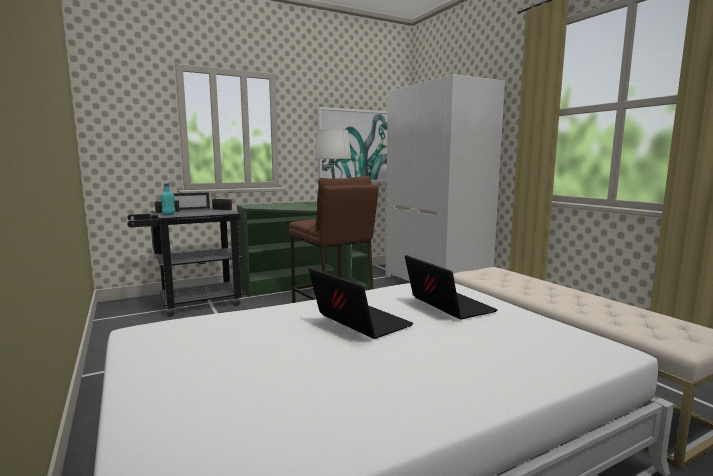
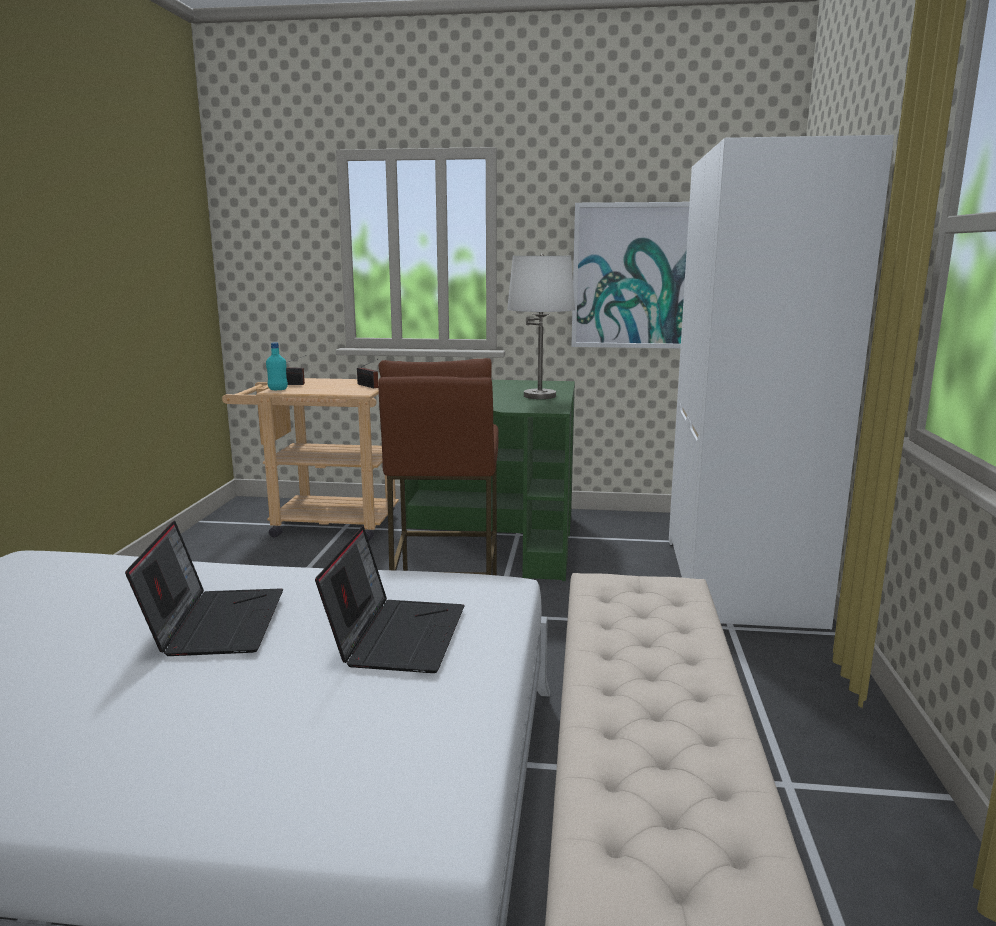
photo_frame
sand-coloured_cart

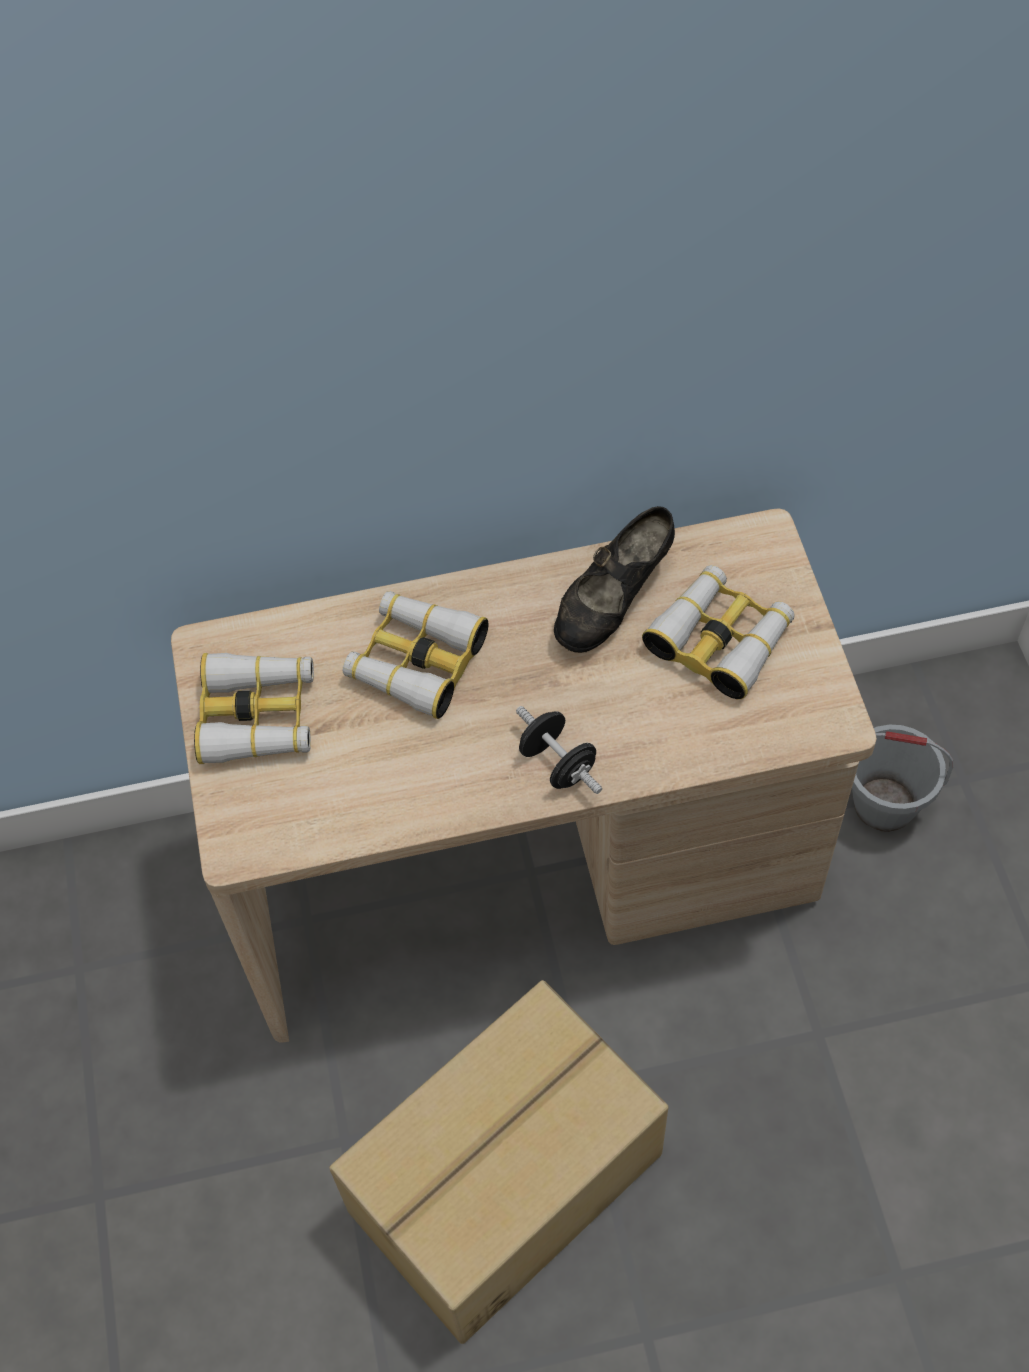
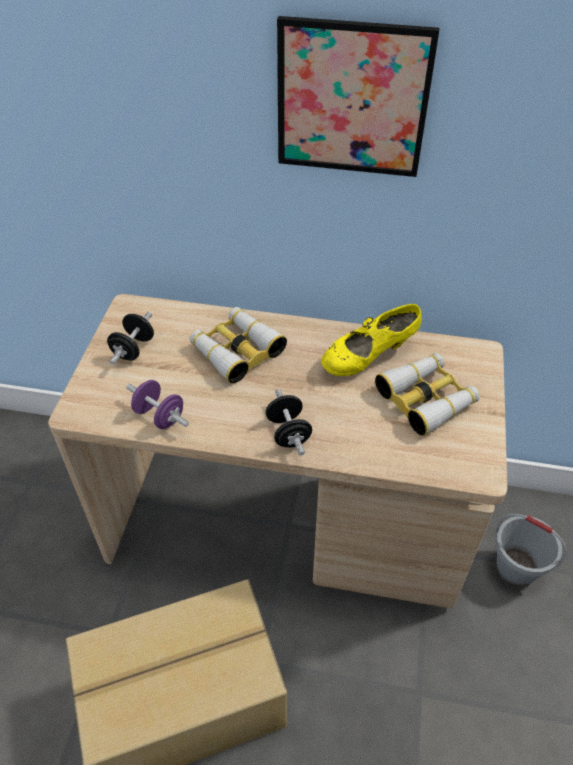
purplish_hand_weight
picture
blackish_hand_weight (1st from left)
yellowish_item_of_footwear

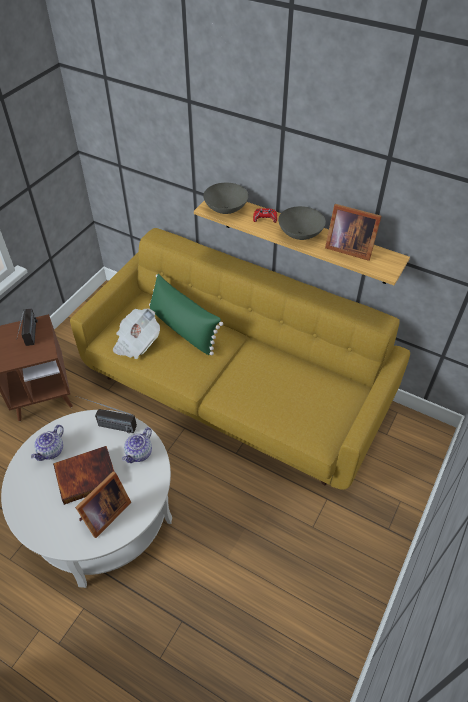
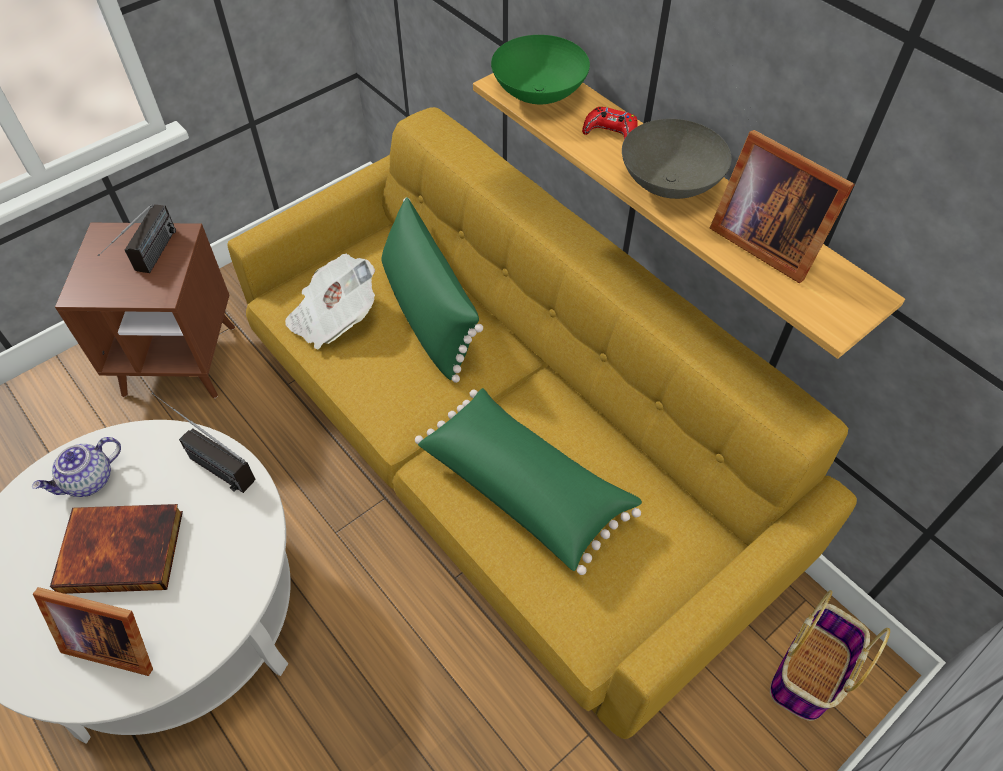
pot_for_tea (2nd from left in the first image)
green-coloured_pillow (2nd from left)
household_basket
green-coloured_bowl
photo_frame (1st from left)

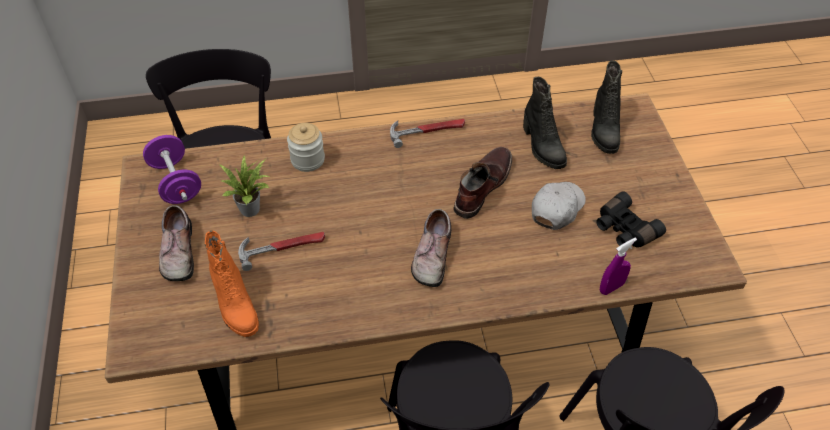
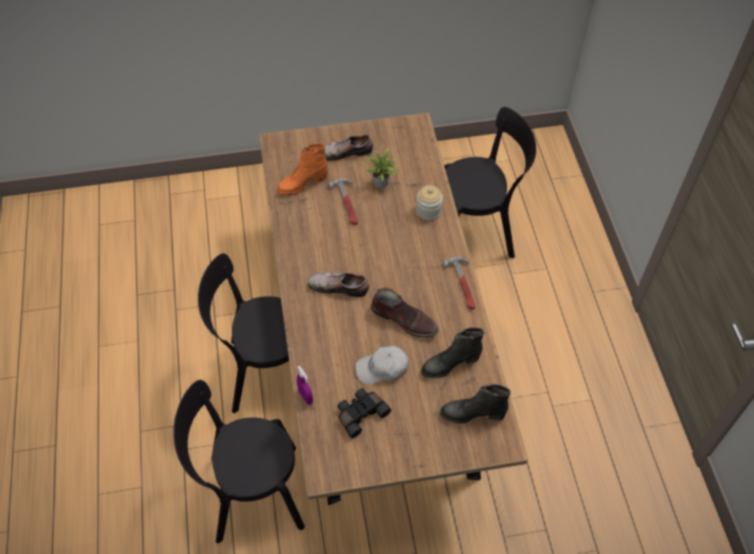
purplish_hand_weight
whitish_cap

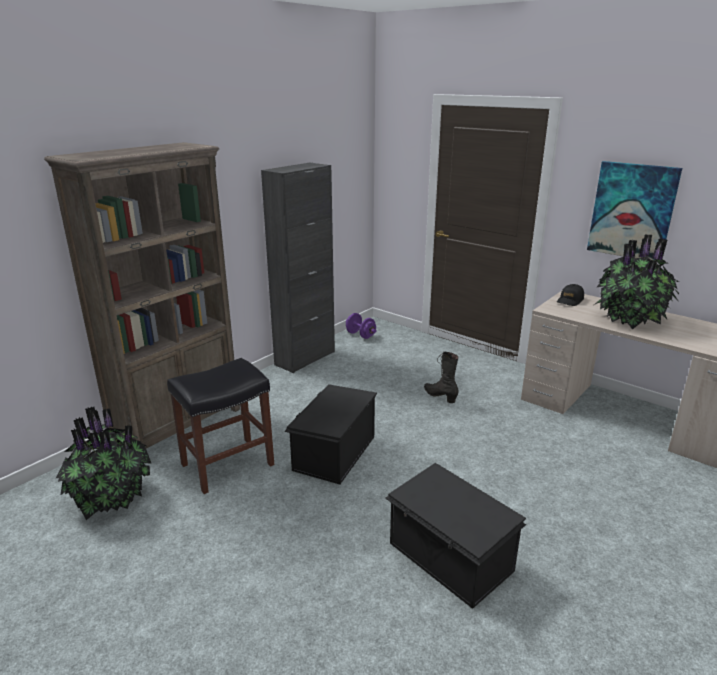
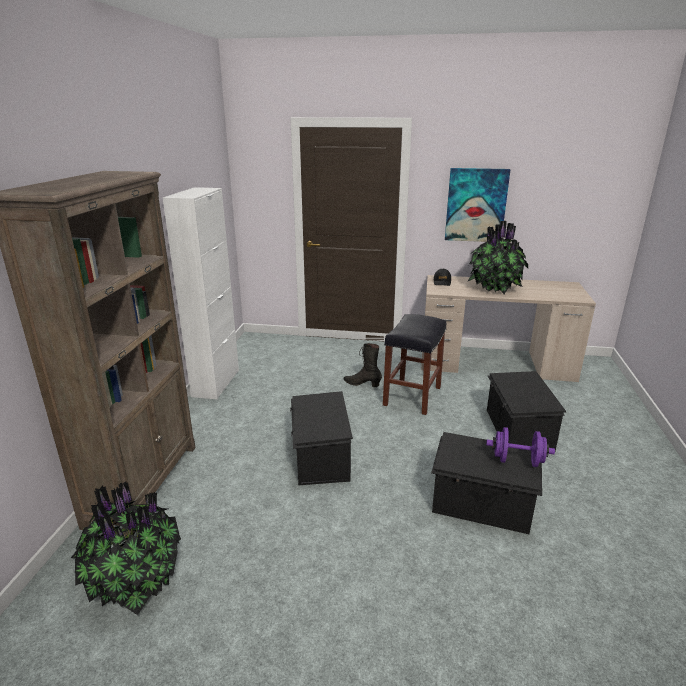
blackish_storage_container (3rd from left)
blackish_sitting_stool
purplish_hand_weight
whitish_cabinet

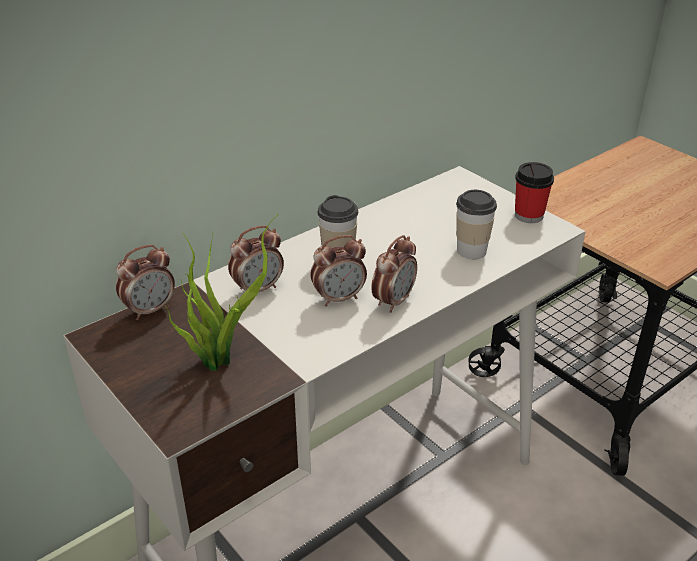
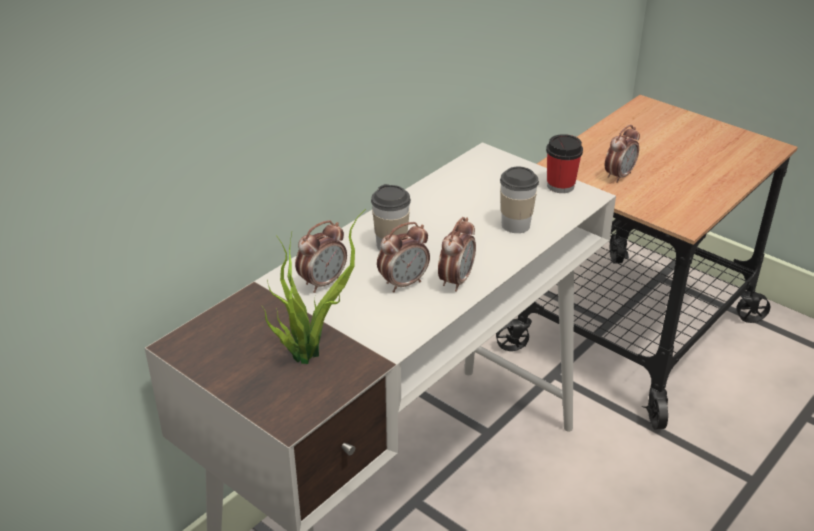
bedside_clock (4th from left)

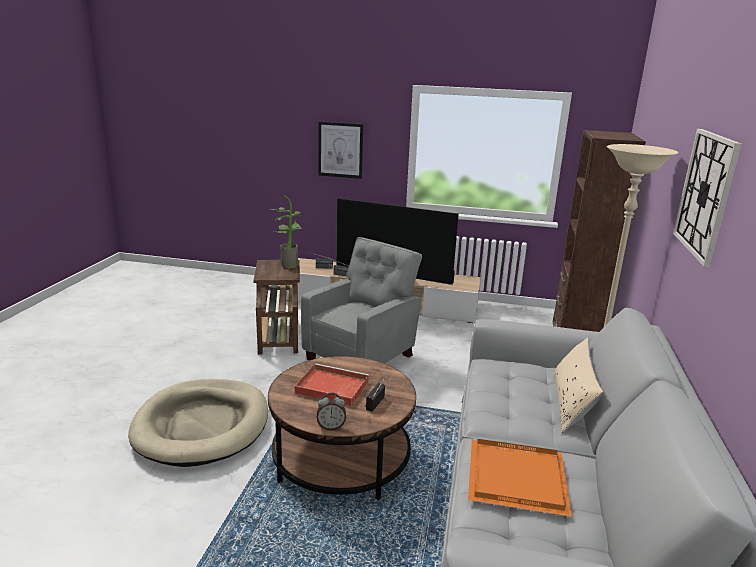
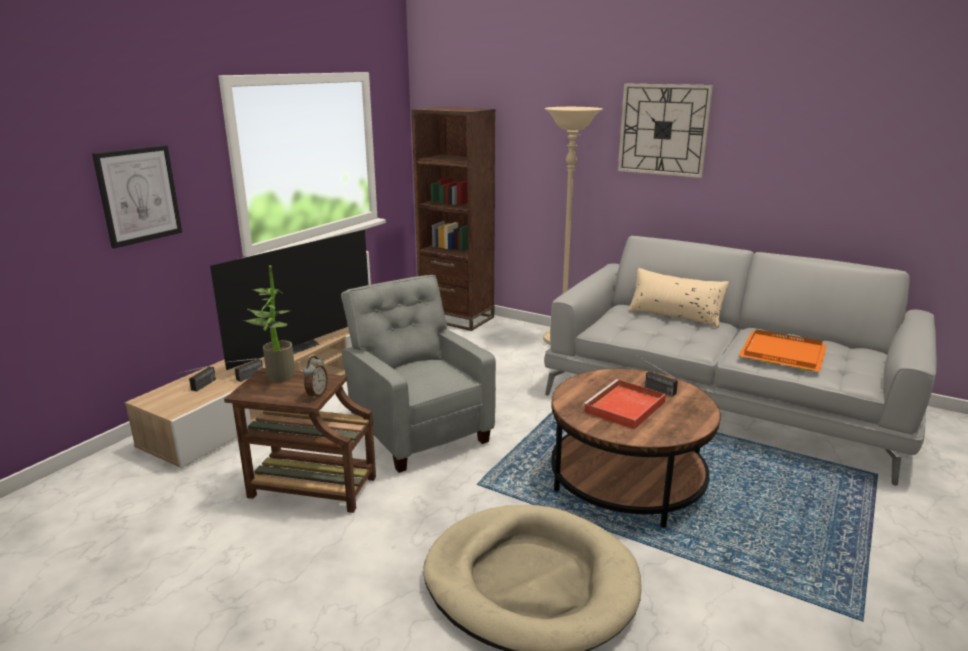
bedside_clock

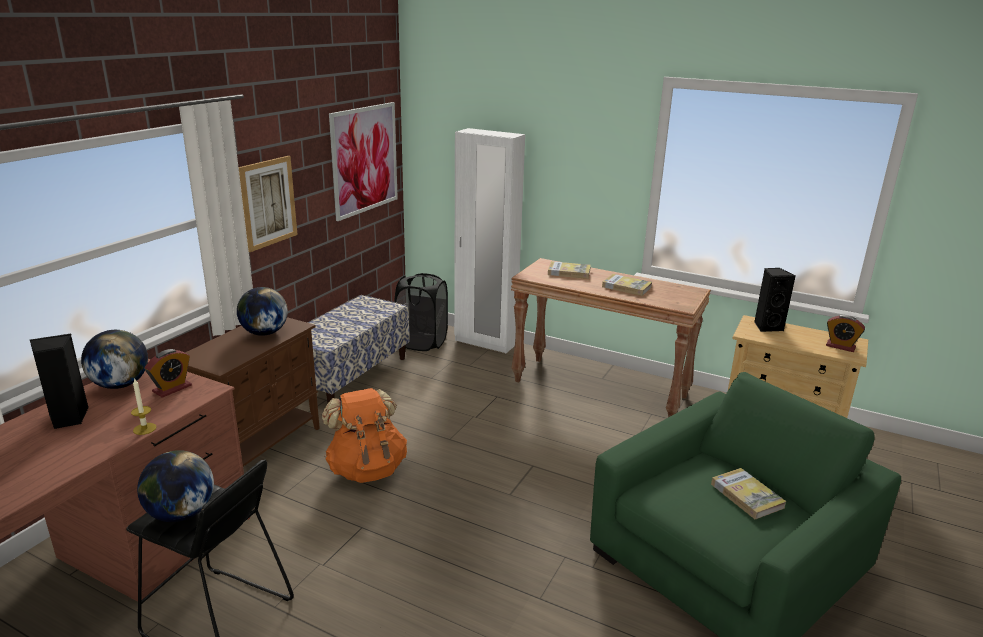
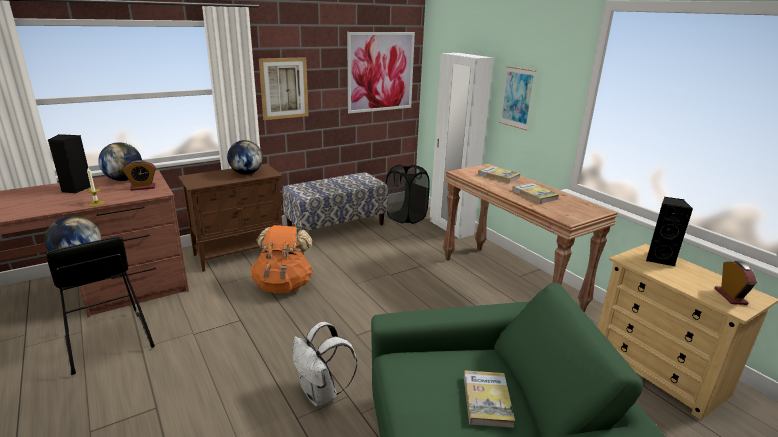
whitish_backpack
picture (3rd from left)
bedside_clock (2nd from left)

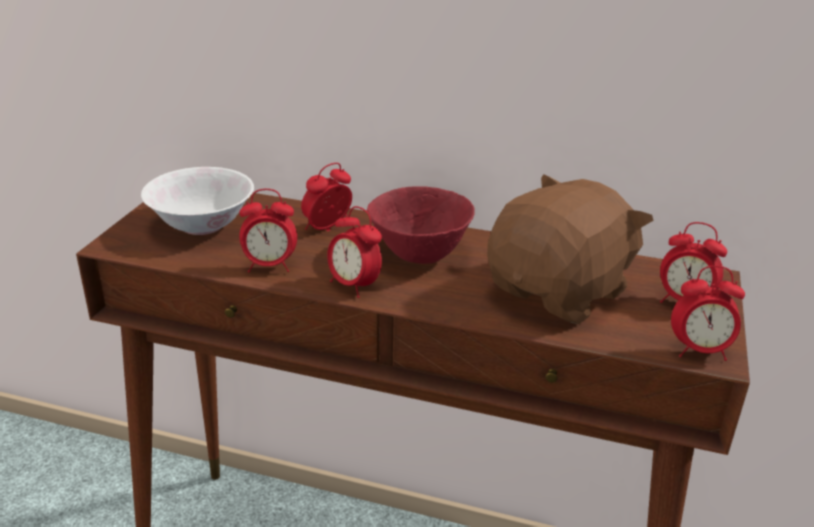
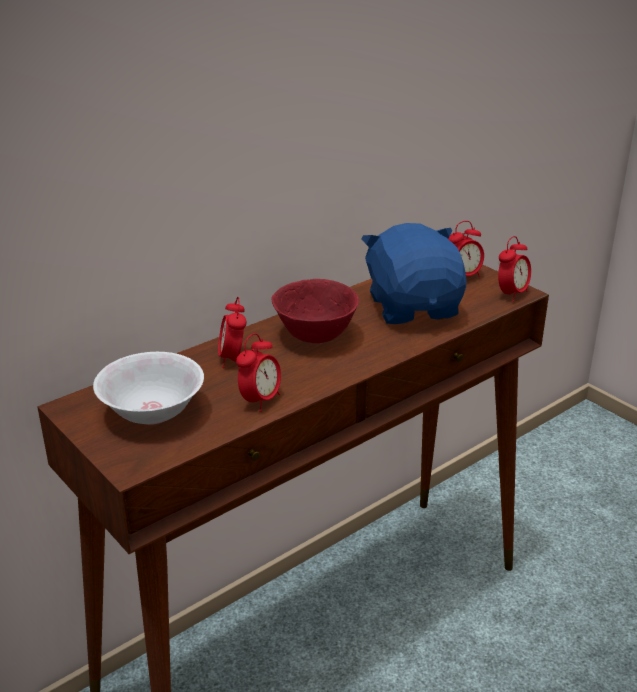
bedside_clock (3rd from left in the first image)
blue-coloured_plush_toy

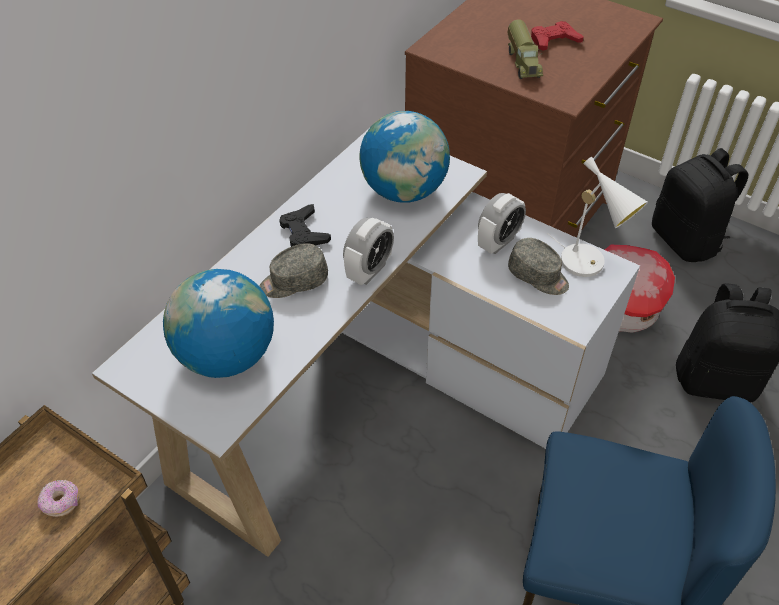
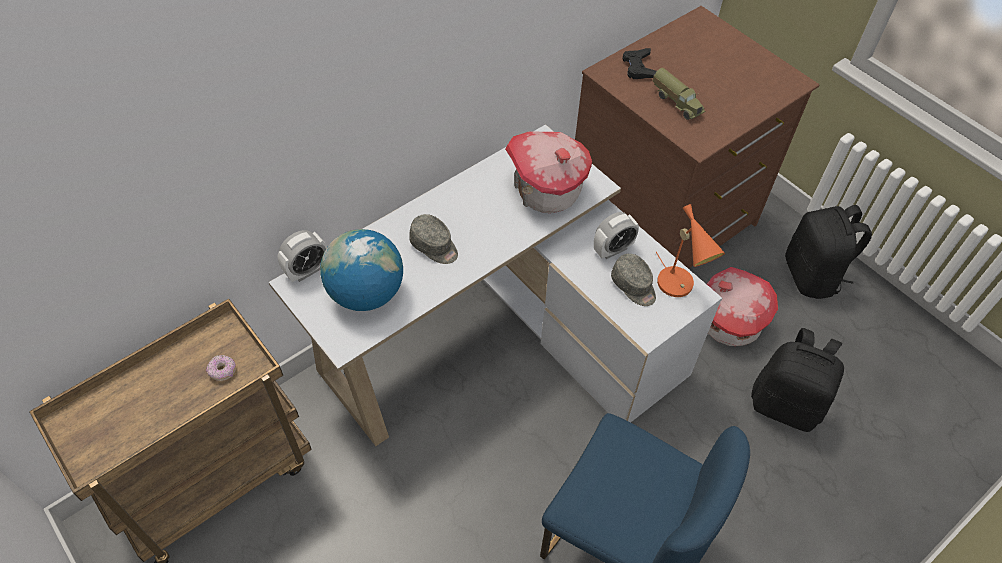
red-coloured_game_controller
blackish_game_controller
bedside_clock (1st from left)
miniature_house (1st from left)
orange-coloured_lamp_for_a_table
grey_cap (1st from left)
toy_truck

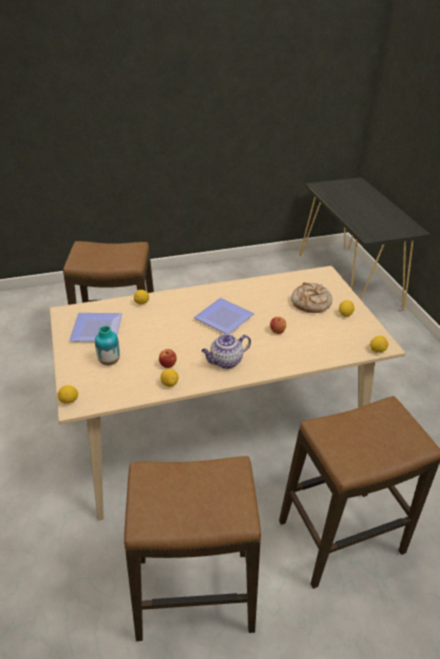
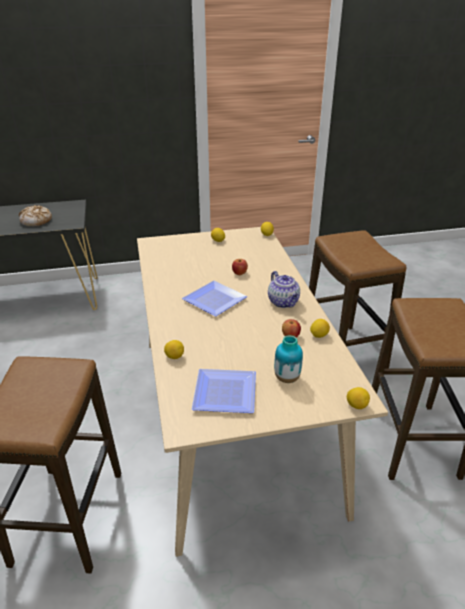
baked_bread

